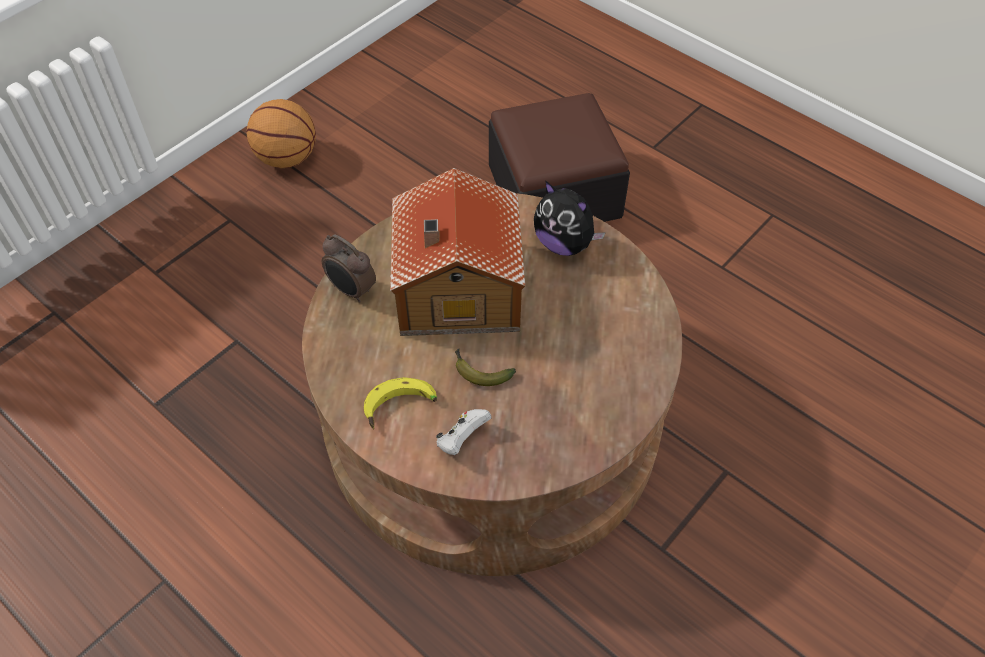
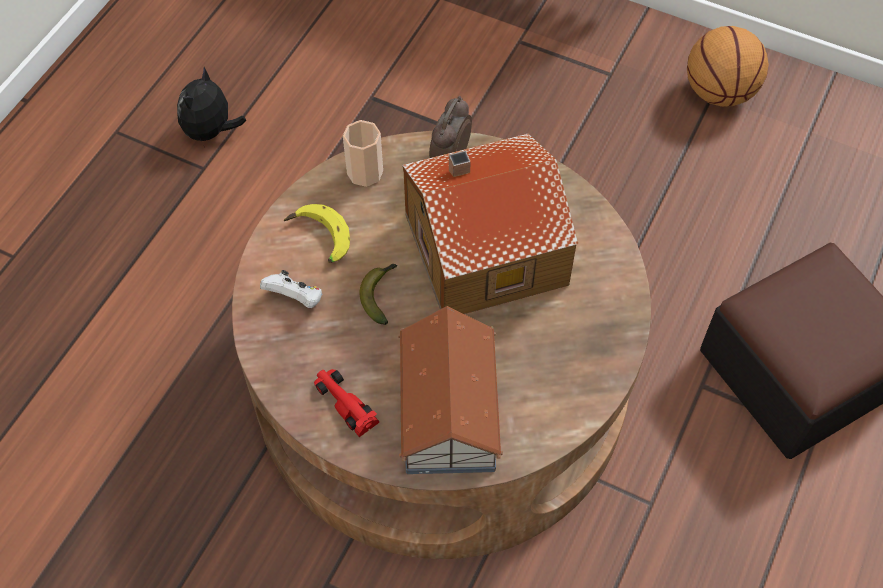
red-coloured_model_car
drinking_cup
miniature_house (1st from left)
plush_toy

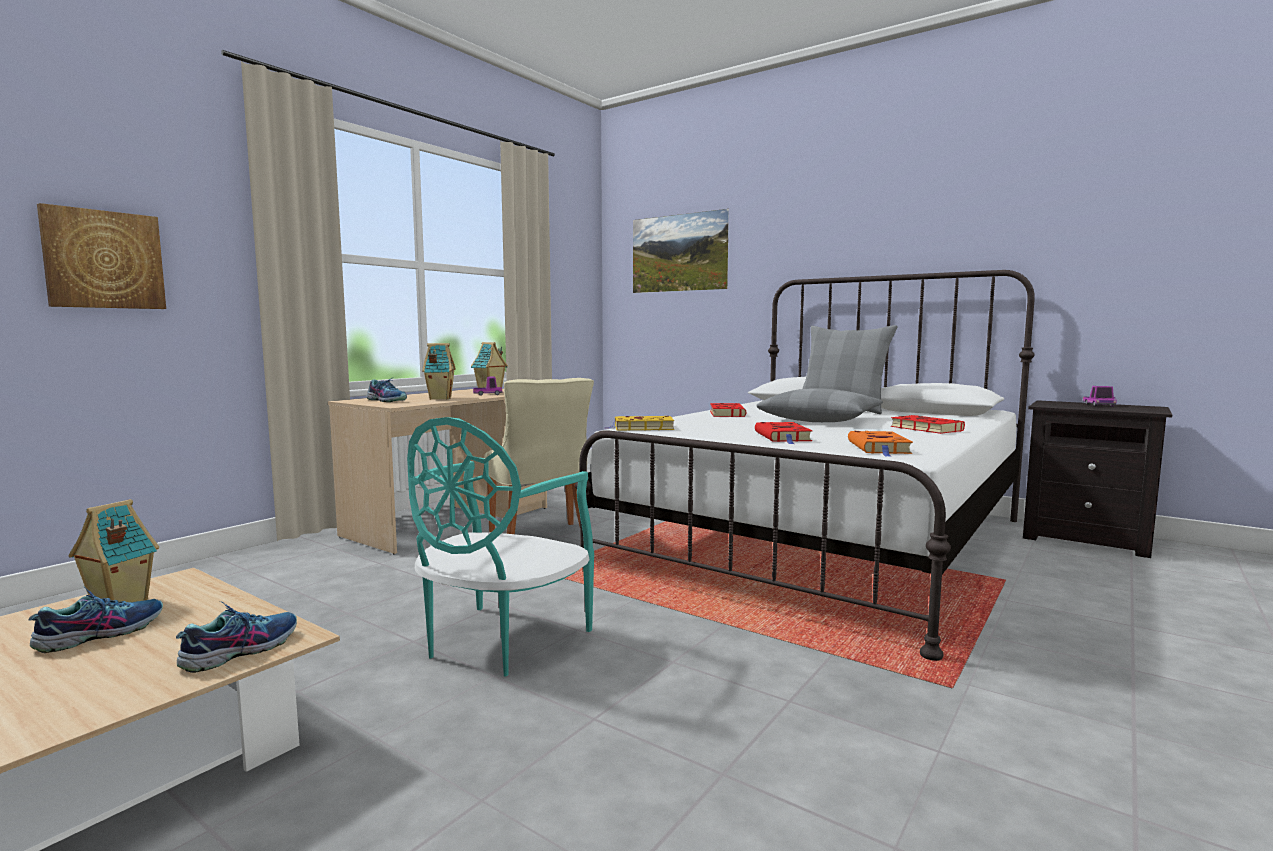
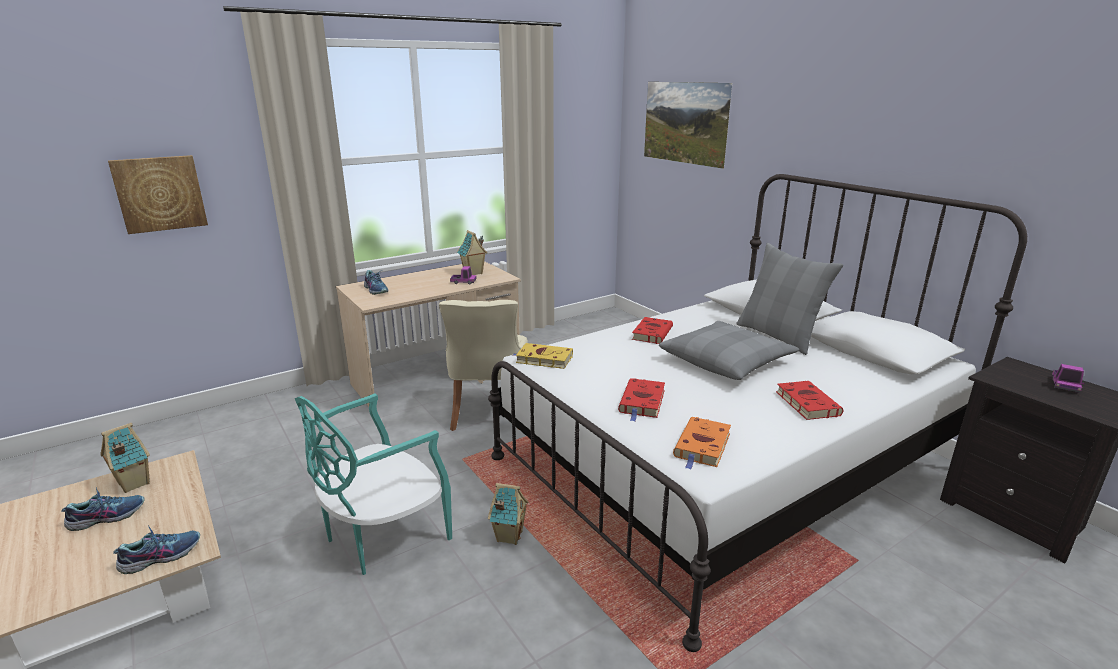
miniature_house (3rd from left)

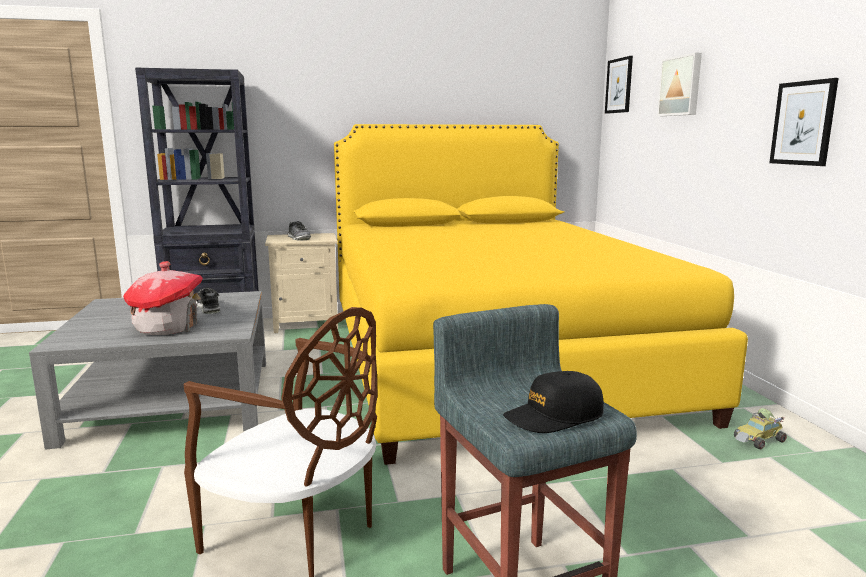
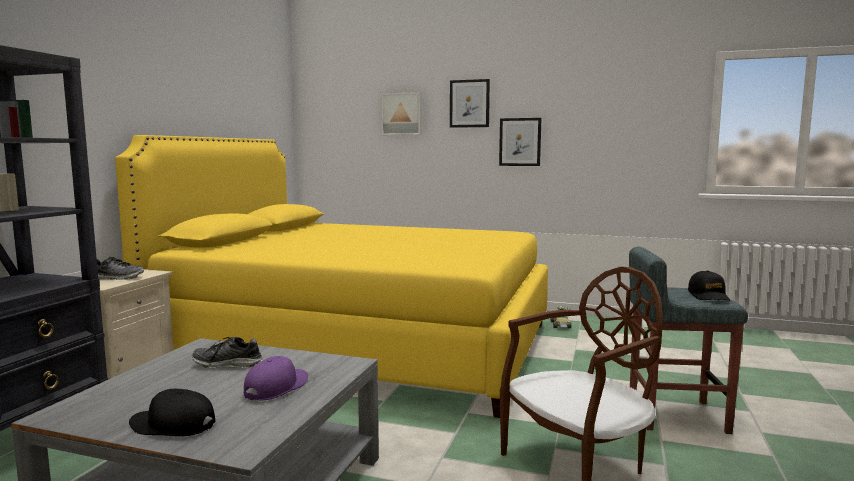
blackish_cap (1st from left)
picture (2nd from left)
purplish_cap

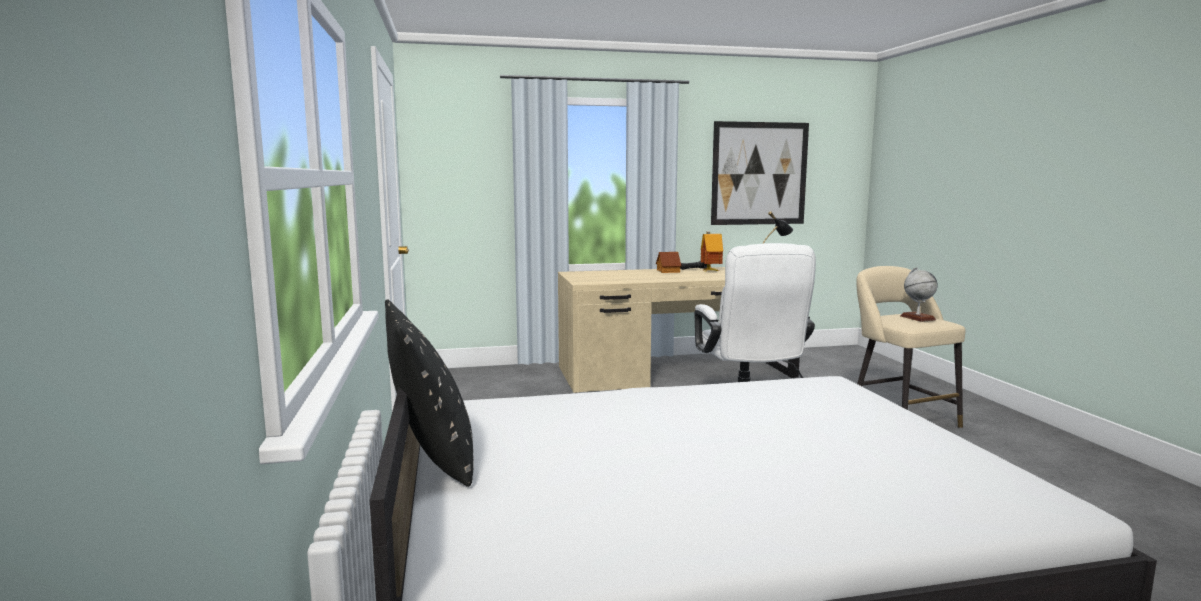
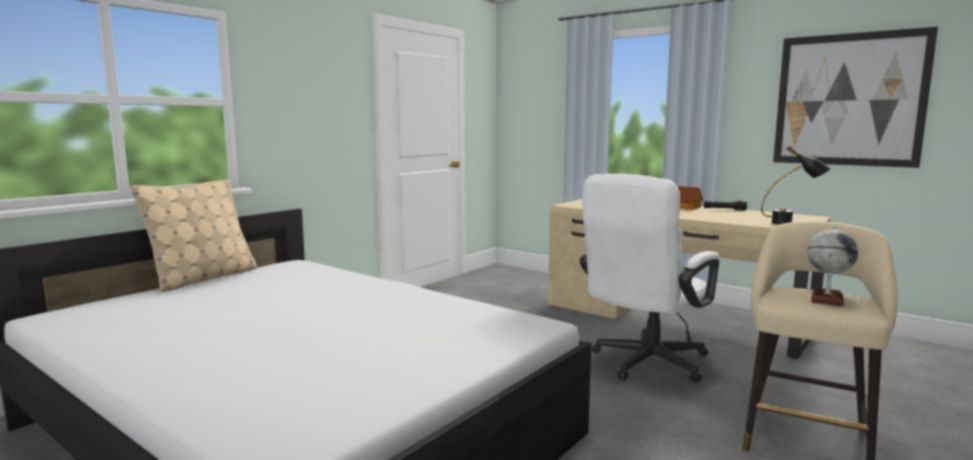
miniature_house (2nd from left in the first image)
sand-coloured_pillow

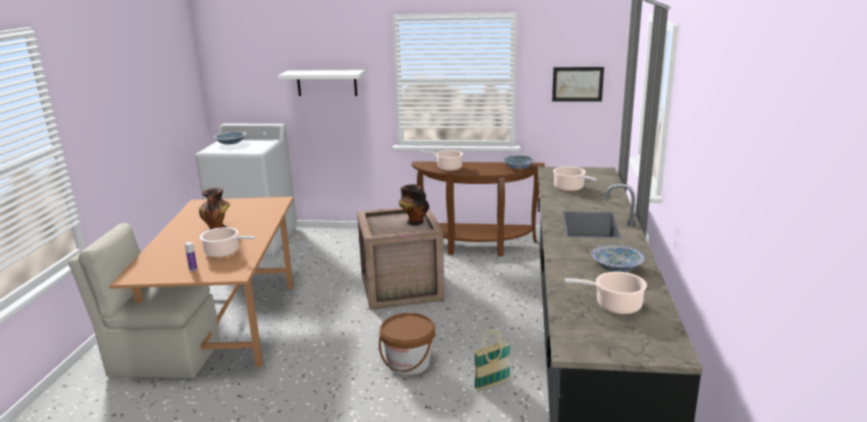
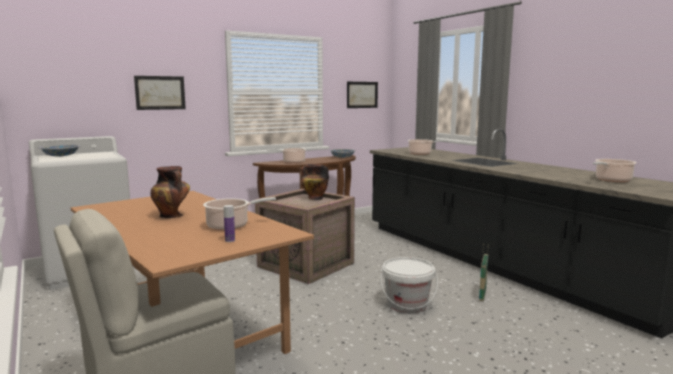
bowl (3rd from left in the first image)
picture (1st from left)
whitish_bucket

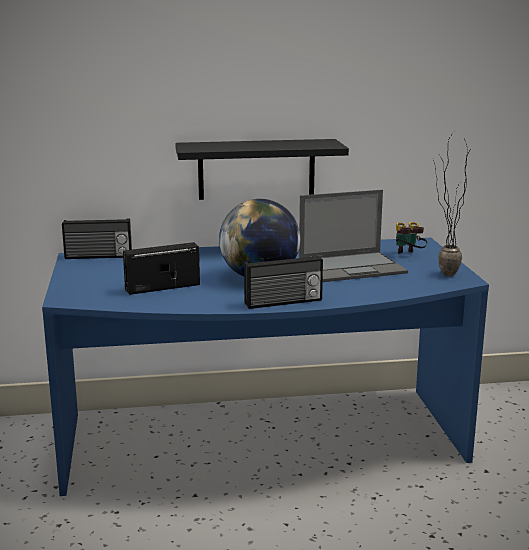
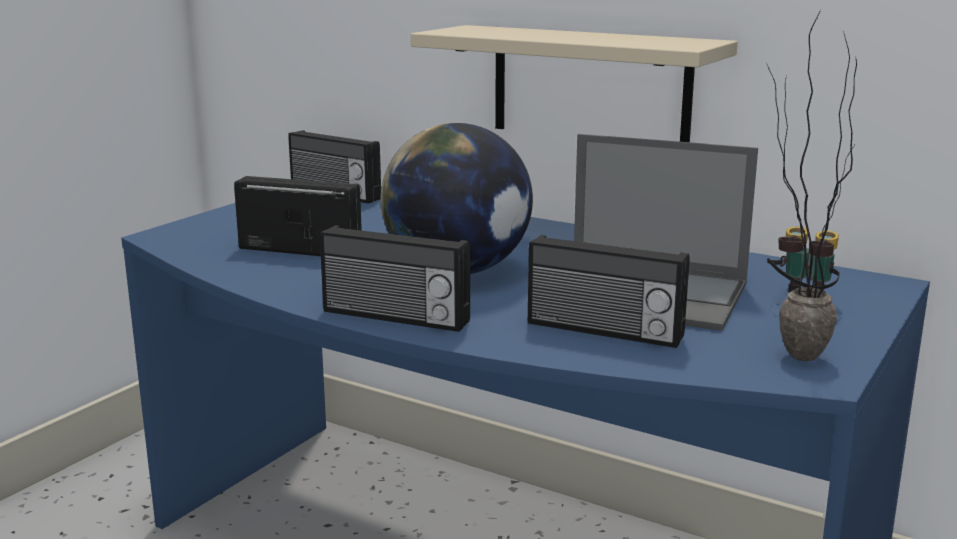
radio (4th from left)
sand-coloured_shelf

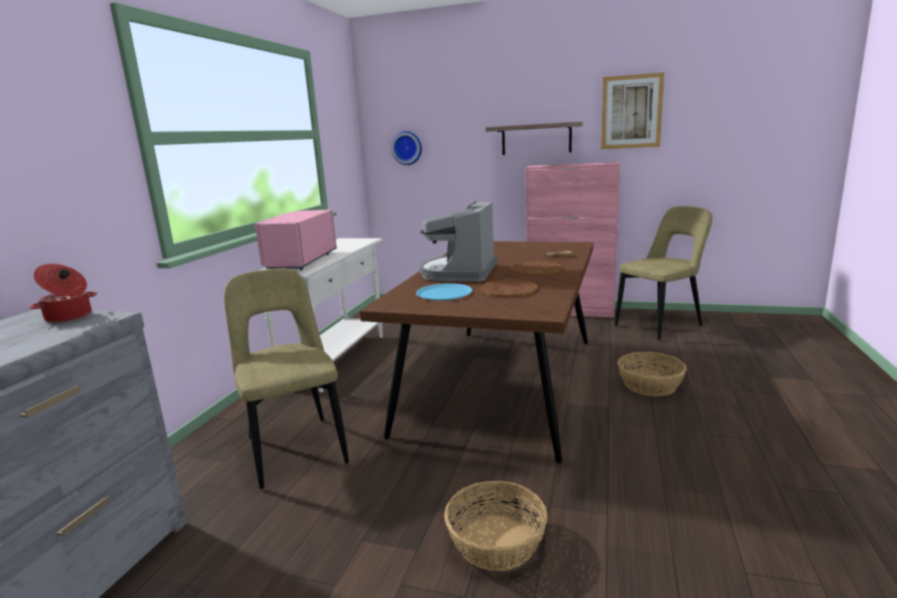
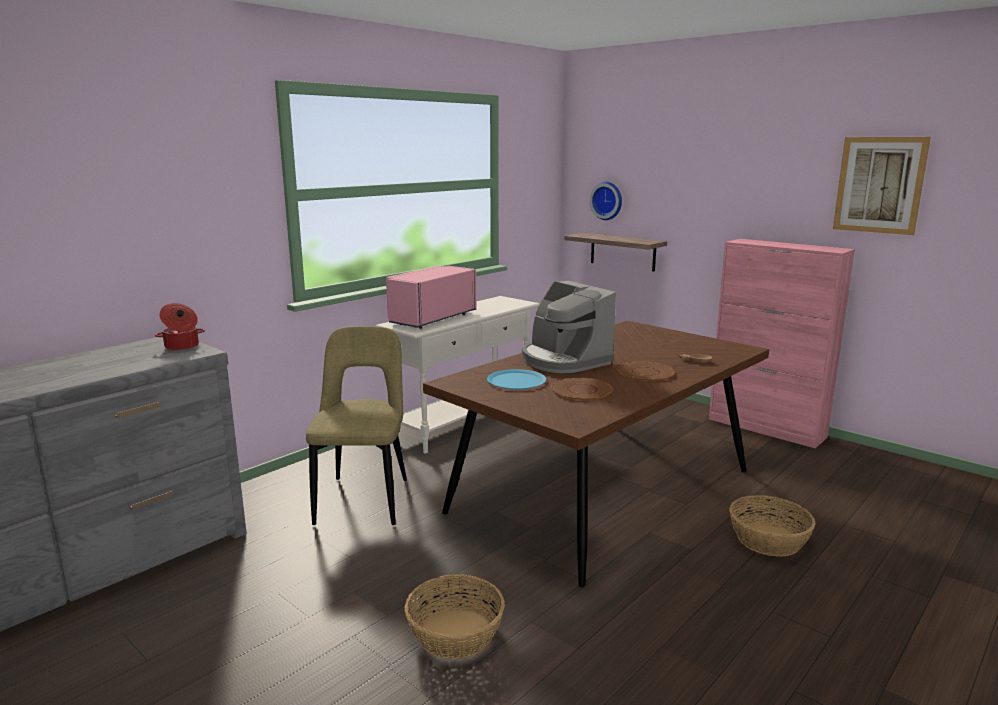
sand-coloured_upright_chair (2nd from left in the first image)
shelf
coffee_machine

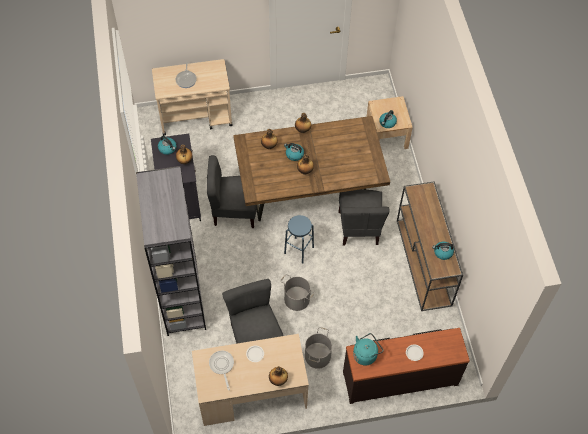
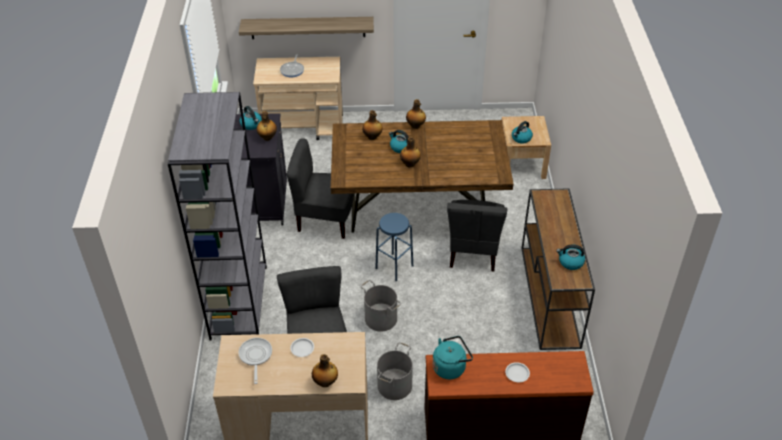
shelf

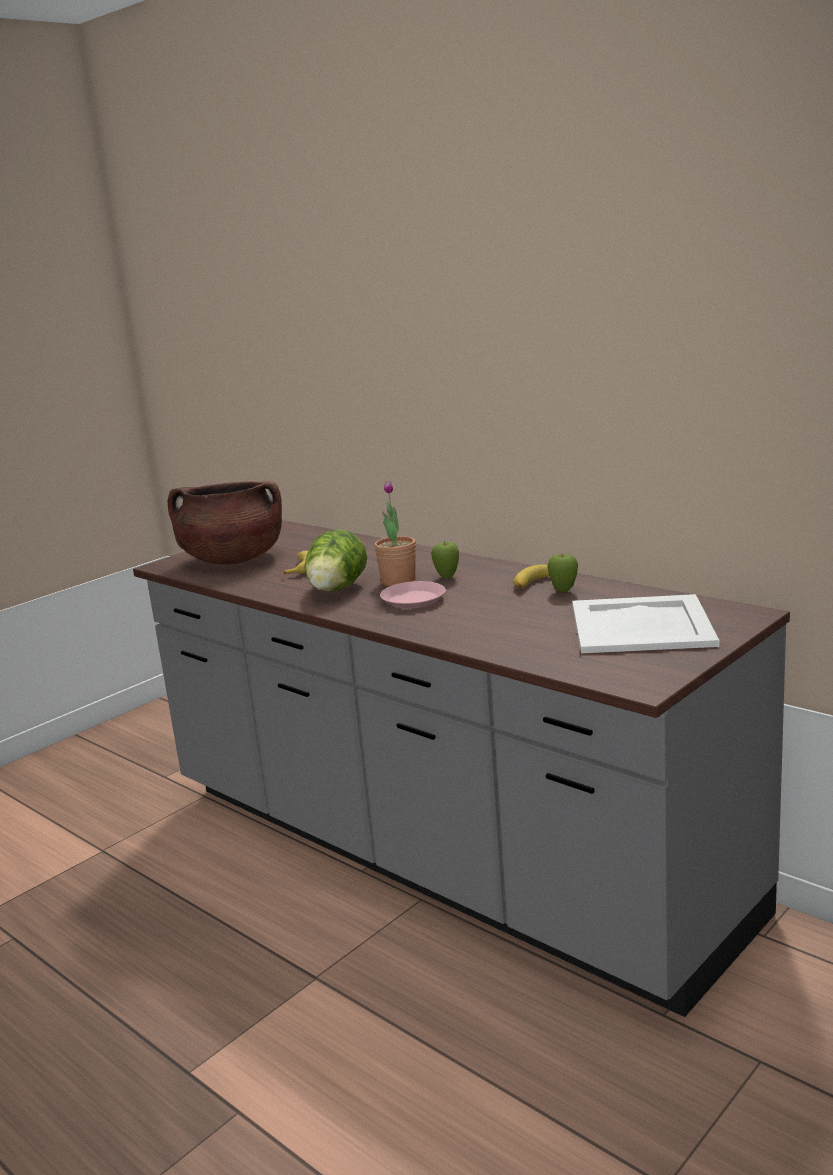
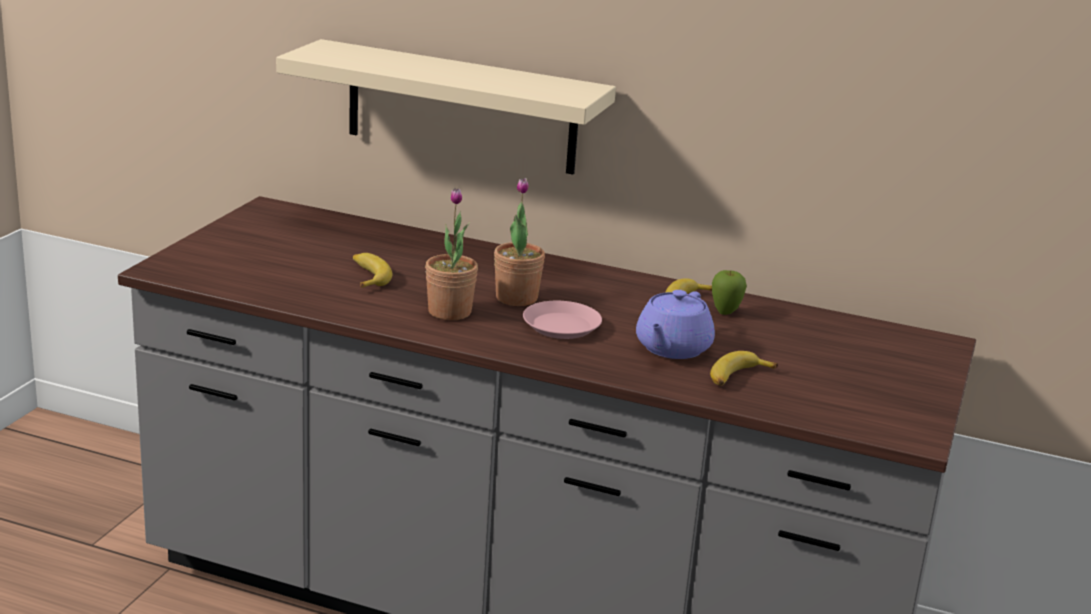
brown_stockpot
whole_apple (1st from left in the first image)
whitish_tray
sand-coloured_shelf
purplish_pot_for_tea
banana (3rd from left)
plant_in_a_pot (1st from left)

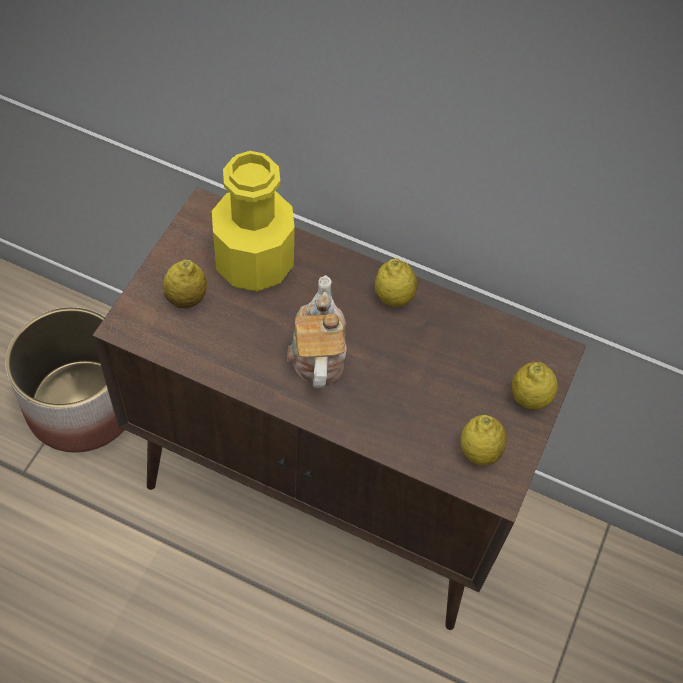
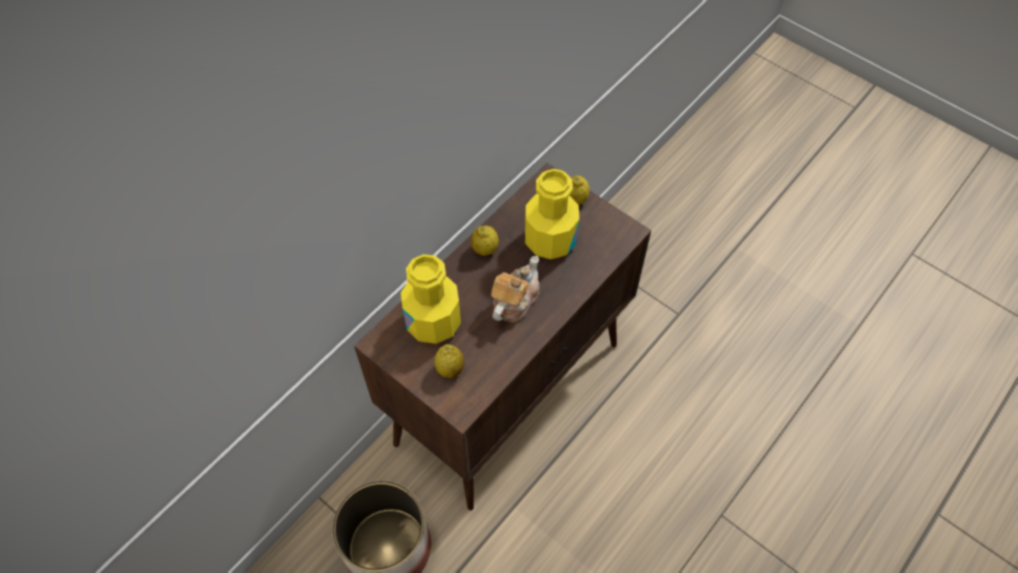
lemon (3rd from left in the first image)
yellowish_beverage_bottle (2nd from left)
pot_for_tea

